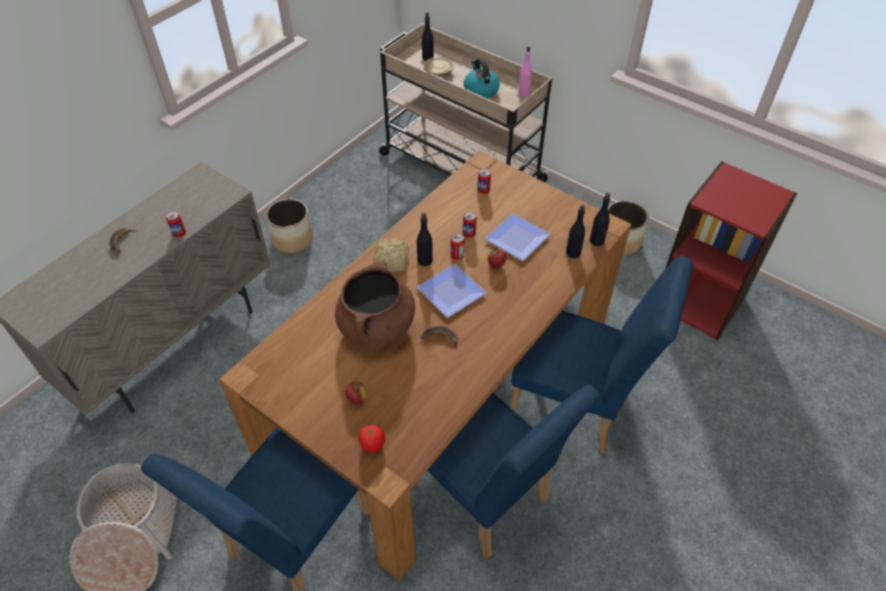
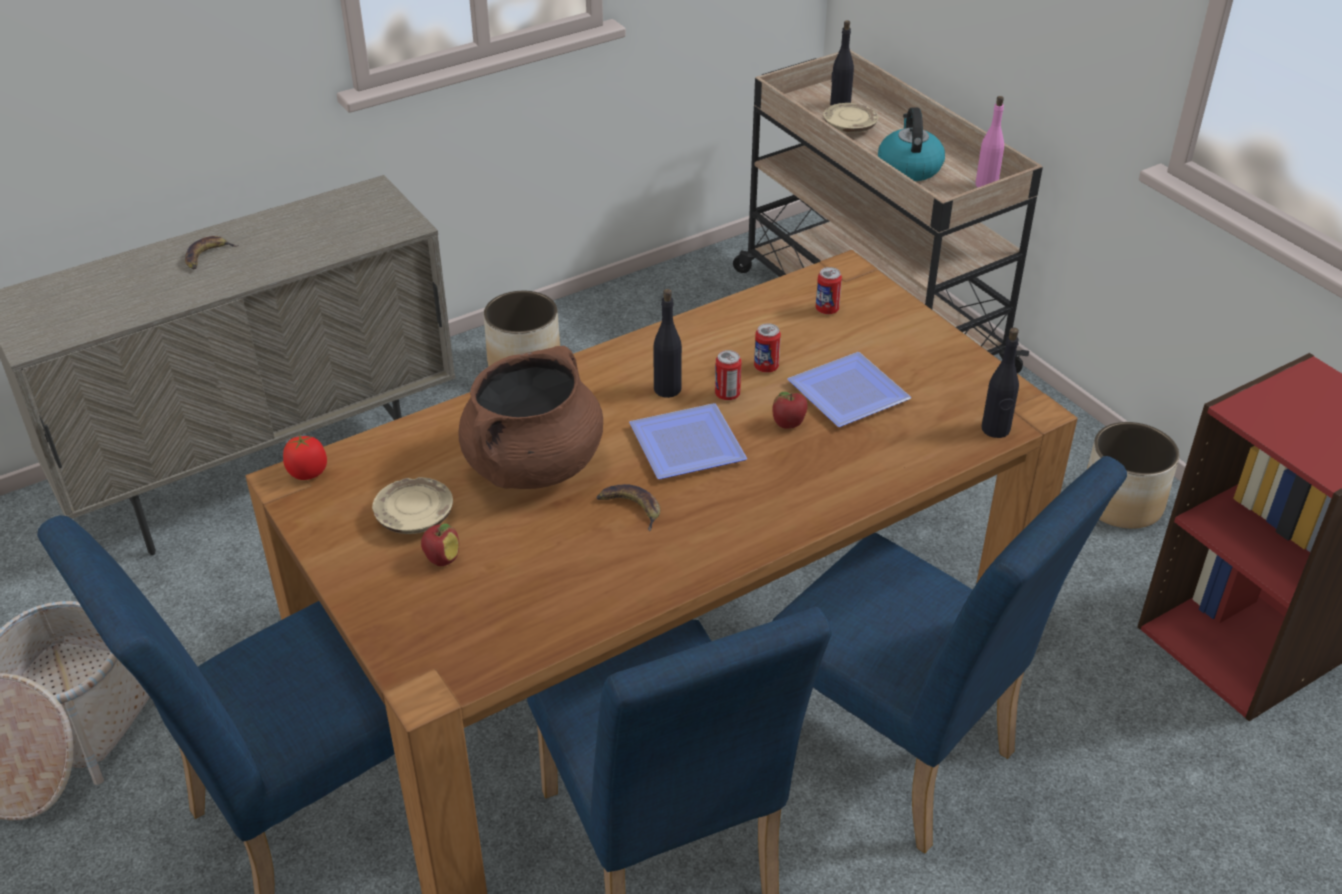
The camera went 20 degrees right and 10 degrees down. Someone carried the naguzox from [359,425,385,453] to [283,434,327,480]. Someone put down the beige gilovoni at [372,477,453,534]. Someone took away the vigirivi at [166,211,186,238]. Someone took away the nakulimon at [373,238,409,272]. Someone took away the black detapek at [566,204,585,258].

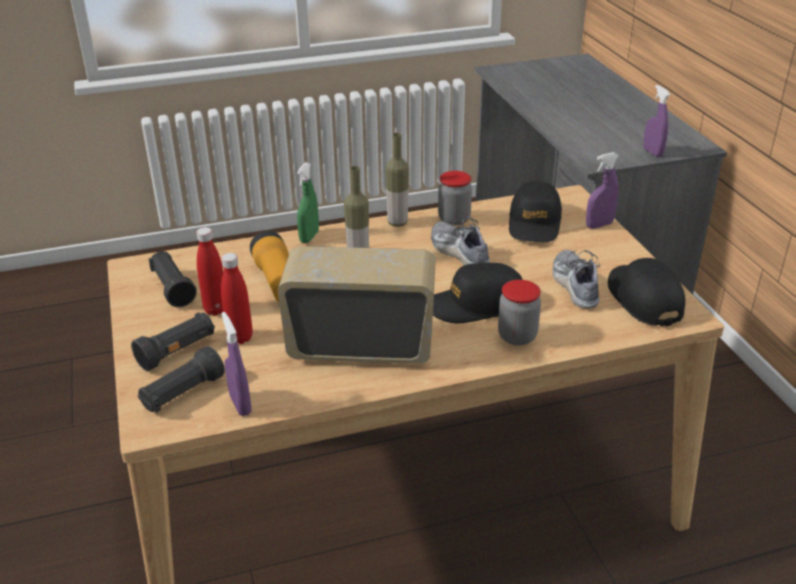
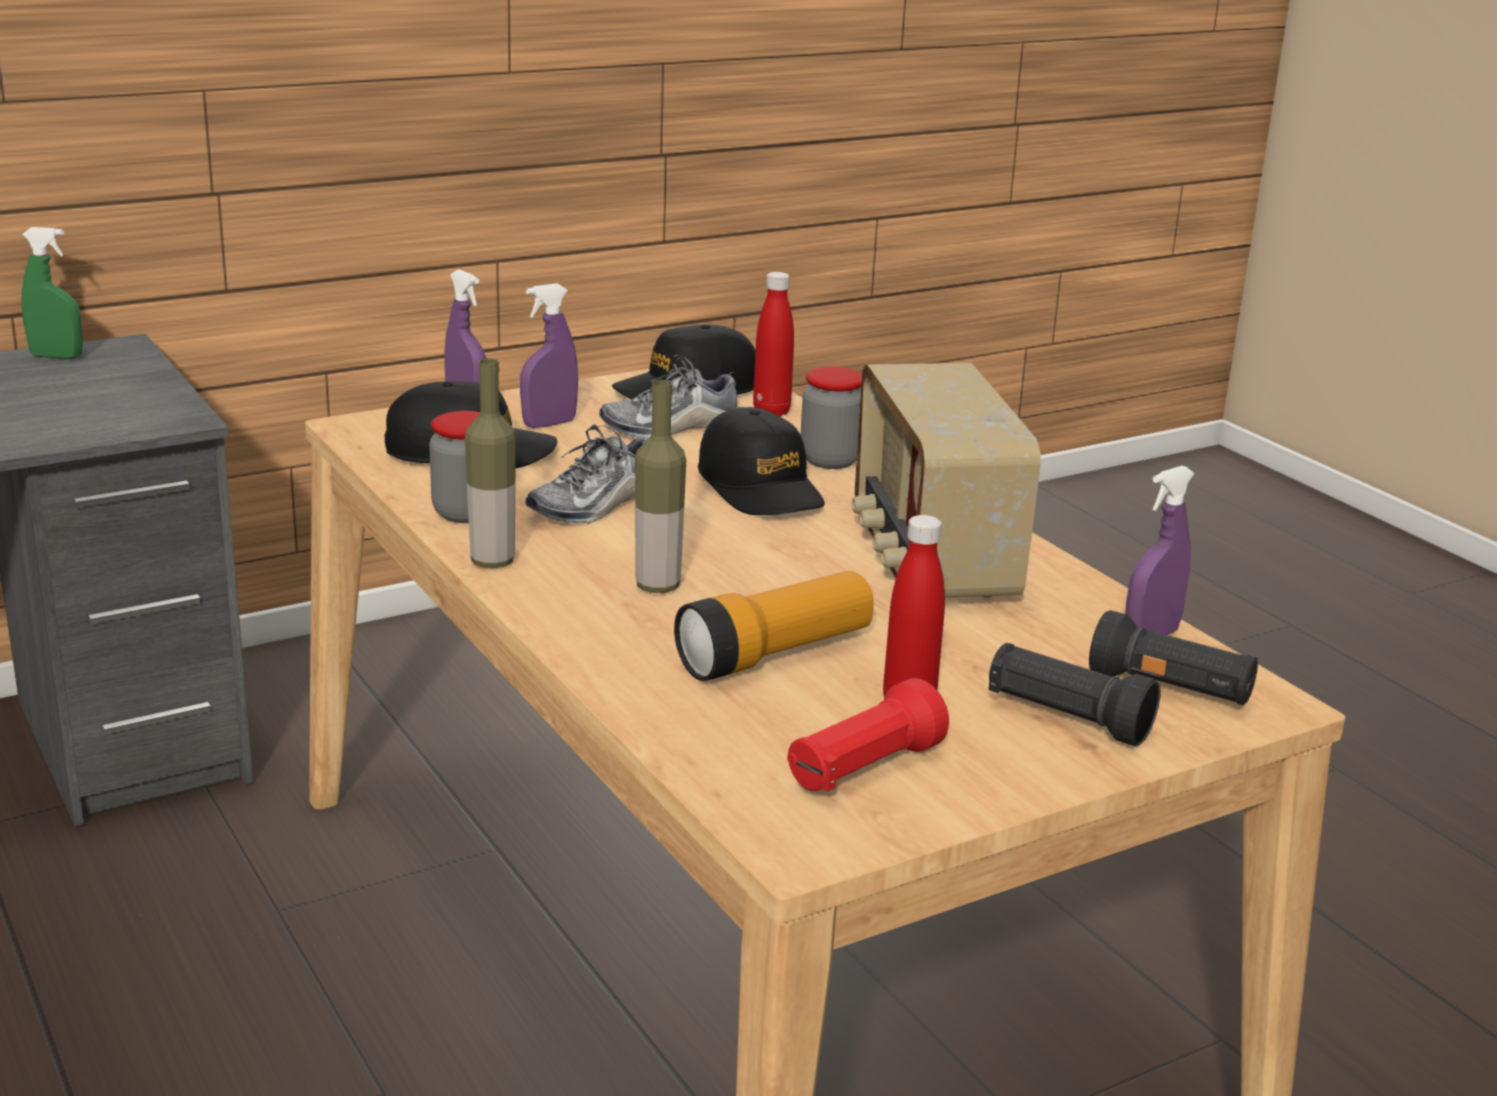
The camera went 105 degrees left and 10 degrees down. Someone carried the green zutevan from [297,162,319,243] to [22,227,83,359]. Someone carried the purple zutevan from [643,85,670,157] to [520,283,578,428]. Someone carried the red detapek from [221,253,253,344] to [753,272,794,416]. Someone repainted the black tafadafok at [148,251,197,307], which became the red tafadafok at [787,678,949,792].

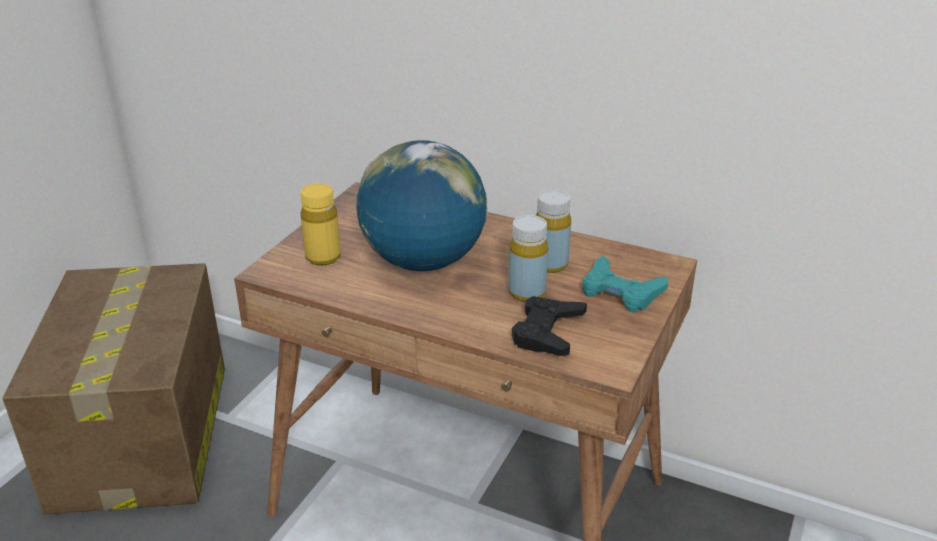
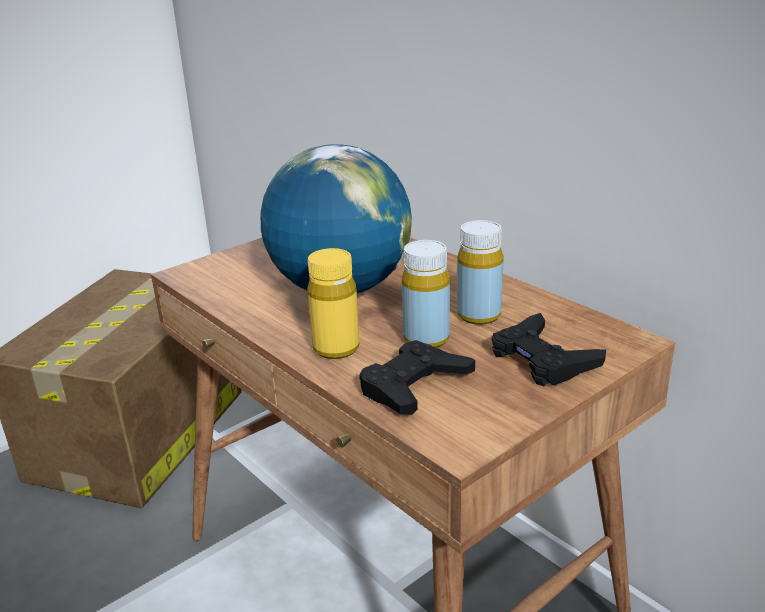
The camera went 25 degrees right and 5 degrees down. Someone carried the yellow detapek from [300,183,341,266] to [307,248,359,359]. Someone repainted the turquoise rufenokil at [582,255,668,313], which became the black rufenokil at [492,313,606,386].

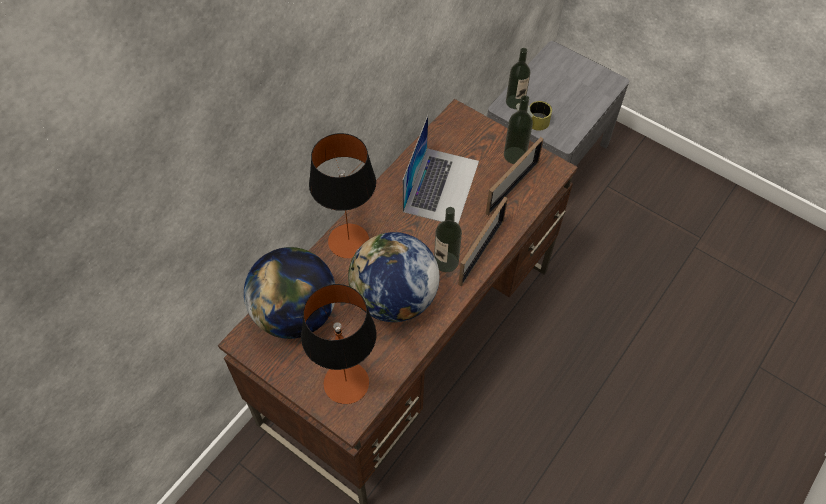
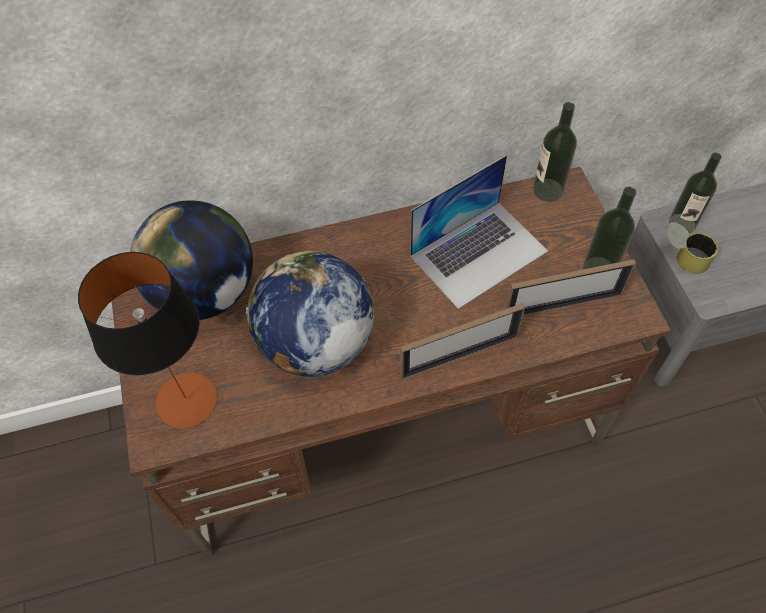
The camera went 40 degrees right and 0 degrees up. Someone carried the detapek from [434,207,462,272] to [533,102,577,202]. Someone took away the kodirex at [309,133,376,258].

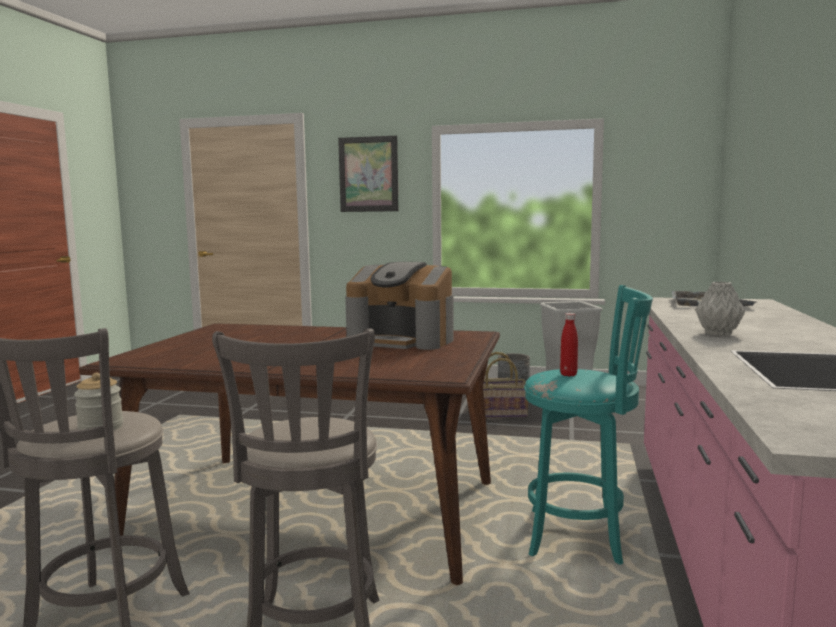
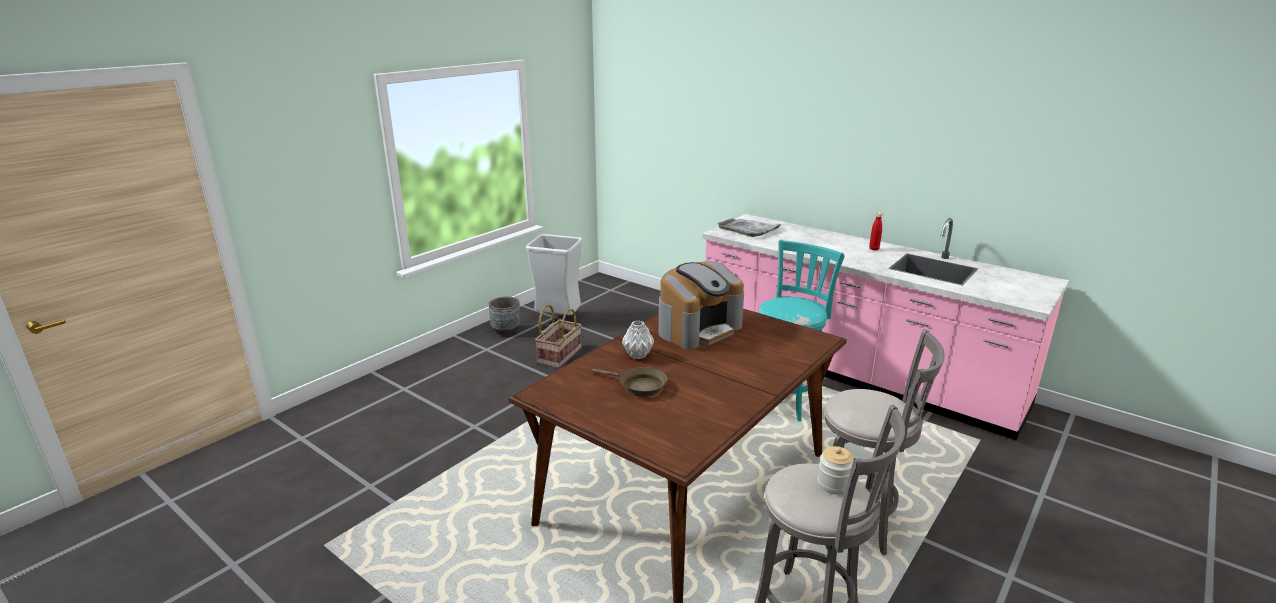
The camera went 65 degrees left and 15 degrees up. Someone put down the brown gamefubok at [592,367,667,397]. Someone carried the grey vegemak from [695,282,745,336] to [622,320,654,359]. Someone carried the red detapek from [560,313,578,377] to [869,212,882,250]. Someone took away the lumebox at [338,136,399,212].

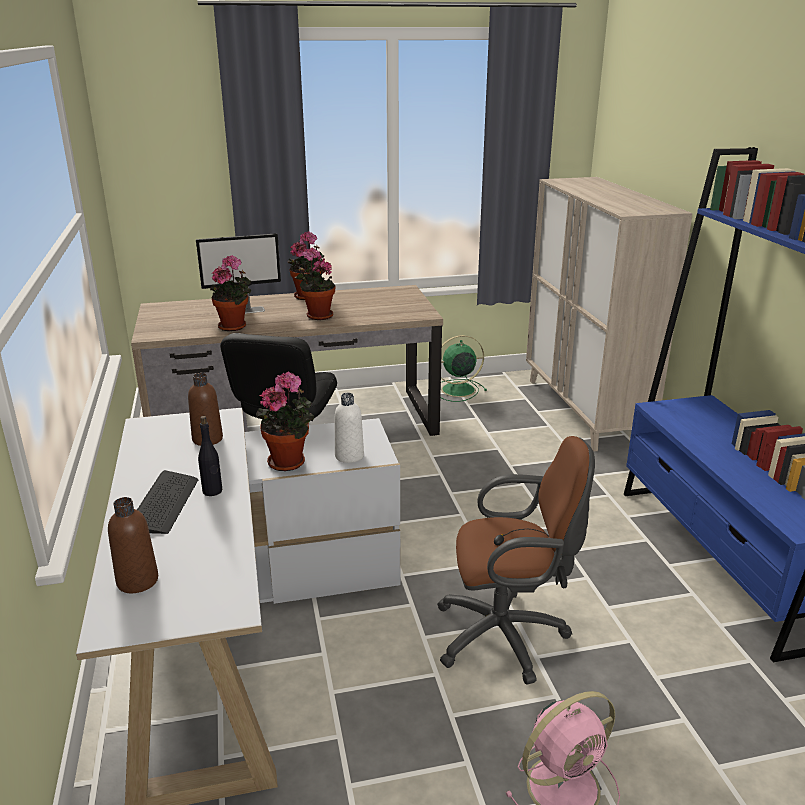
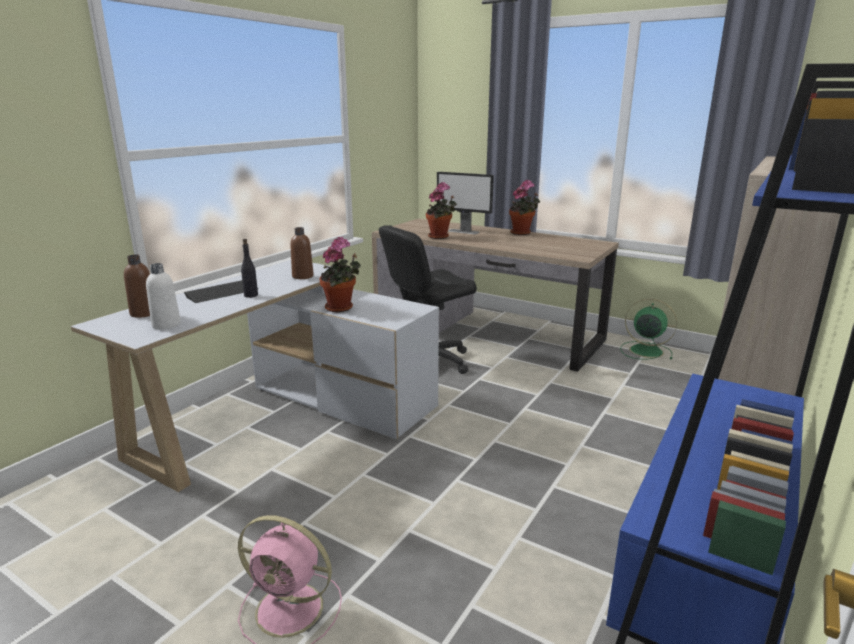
The camera went 45 degrees right and 5 degrees down. Someone carried the white detapek from [335,393,364,463] to [146,263,181,329]. Someone took away the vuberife at [295,247,336,320]. Someone took away the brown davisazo at [437,436,595,684].

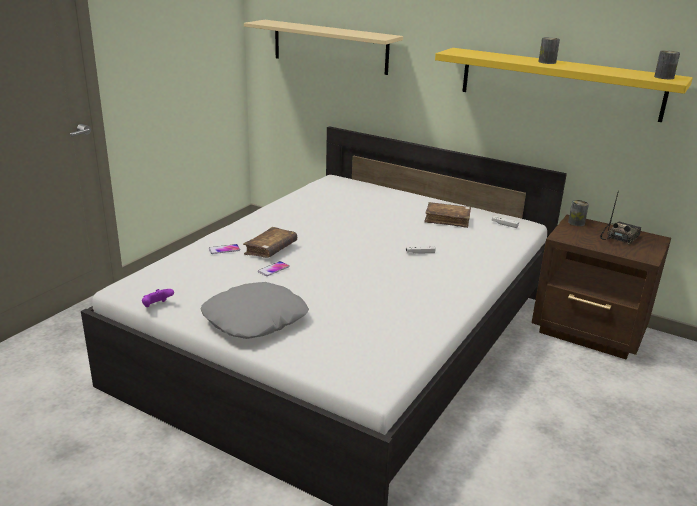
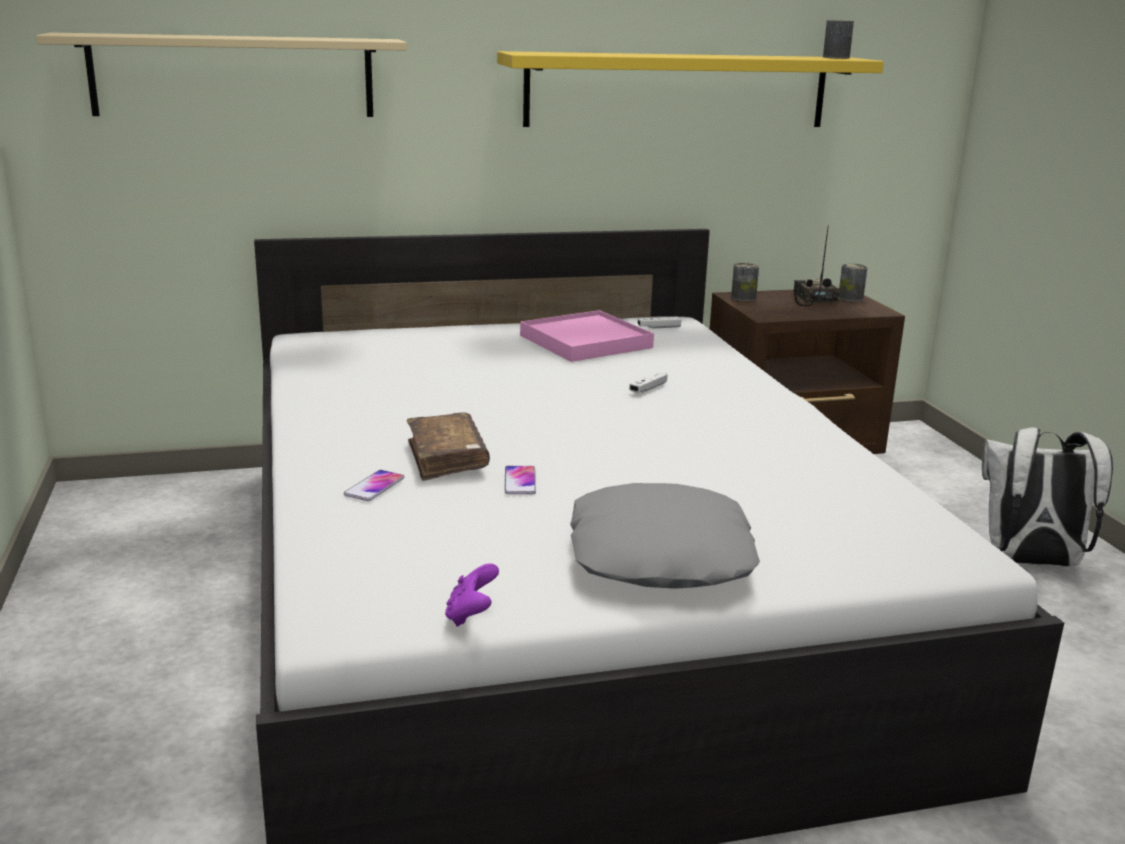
The camera went 45 degrees left and 5 degrees down. Someone swapped the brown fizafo at [424,202,471,228] for the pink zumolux at [520,310,654,362]. Someone carried the vigirivi from [538,37,560,64] to [839,264,867,302]. Someone put down the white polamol at [982,427,1113,567].

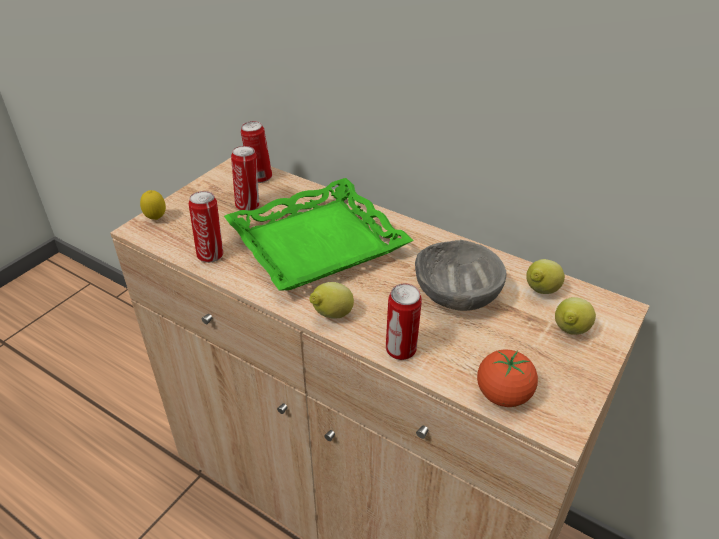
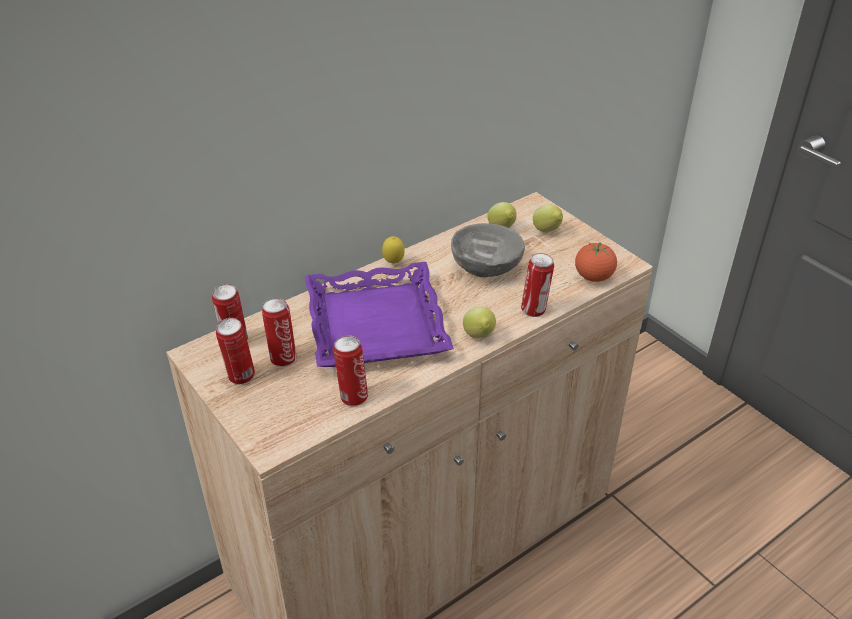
The camera went 70 degrees left and 0 degrees up. Someone put down the vigirivi at [216,318,255,385]. Someone repainted the green zumolux at [224,178,414,291], which became the purple zumolux at [305,262,454,367]. Someone carried the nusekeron from [140,190,166,220] to [382,236,405,264].

